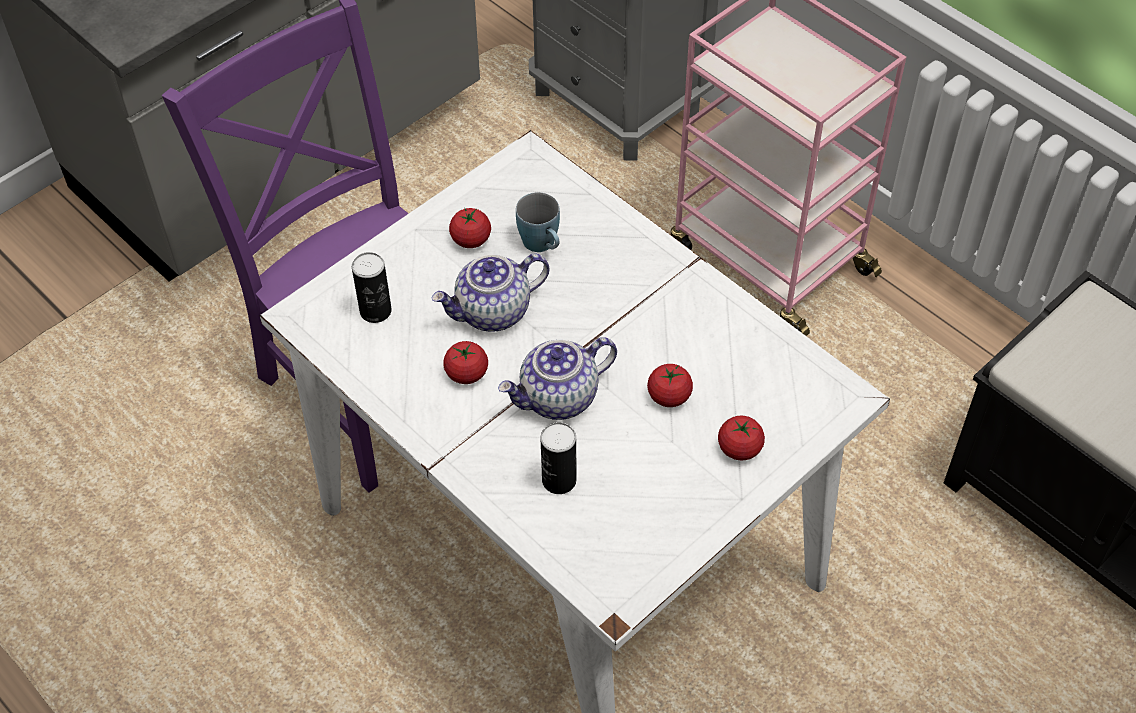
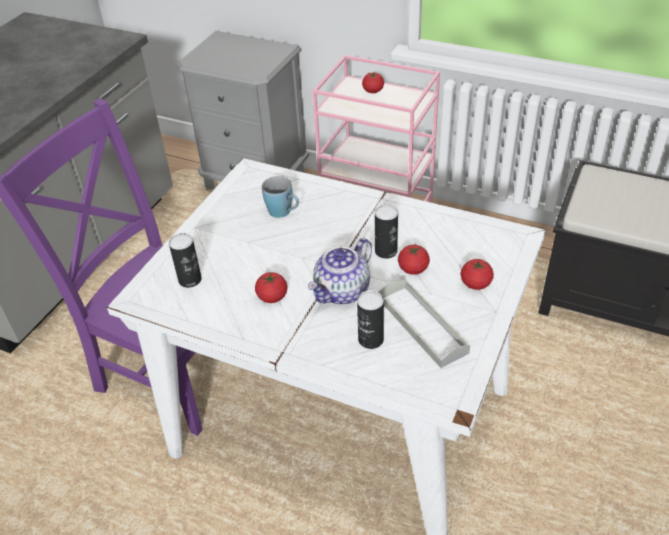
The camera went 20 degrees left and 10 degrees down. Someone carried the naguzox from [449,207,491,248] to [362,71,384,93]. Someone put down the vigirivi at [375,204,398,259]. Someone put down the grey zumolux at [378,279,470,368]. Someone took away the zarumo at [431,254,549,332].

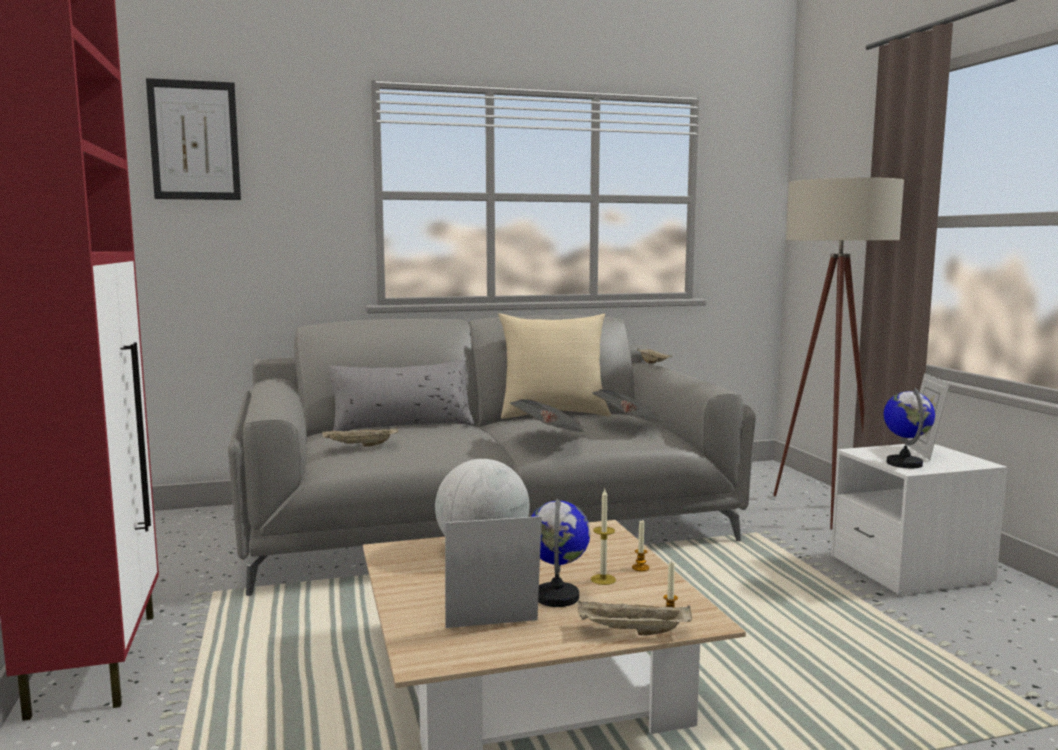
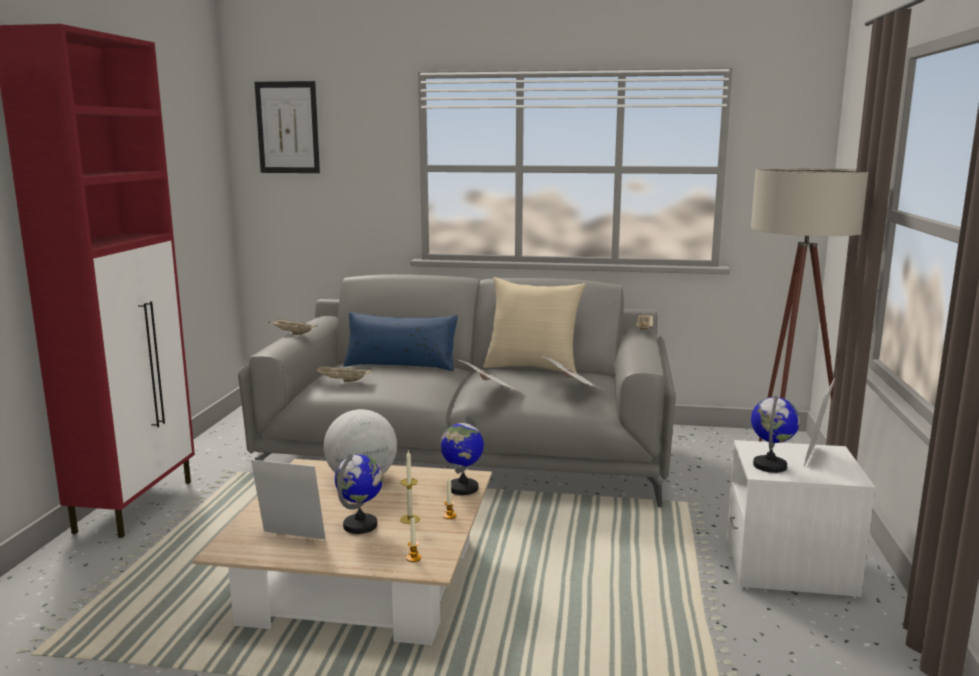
The camera went 25 degrees right and 5 degrees up. Someone carried the beige zumolux from [578,600,692,635] to [269,319,318,335]. Someone repainted the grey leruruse at [328,360,474,431], which became the blue leruruse at [343,312,458,371]. Someone put down the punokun at [440,416,484,495].

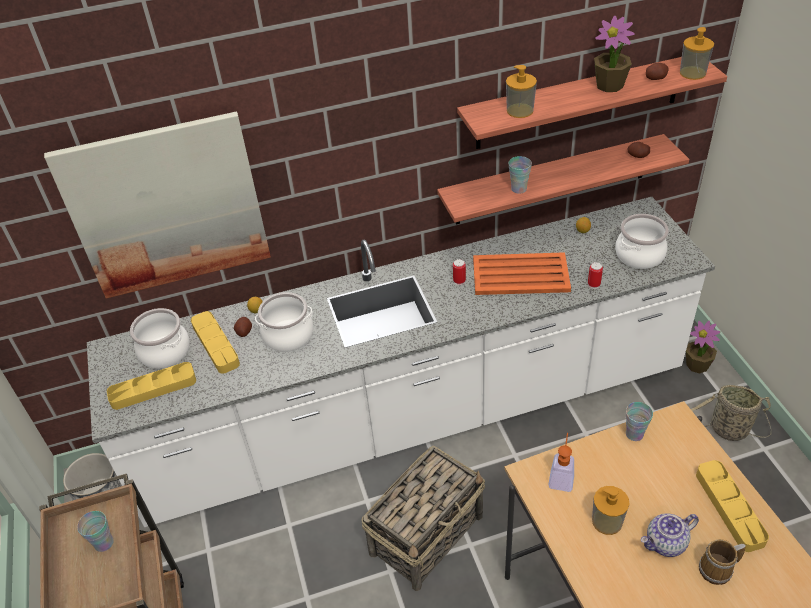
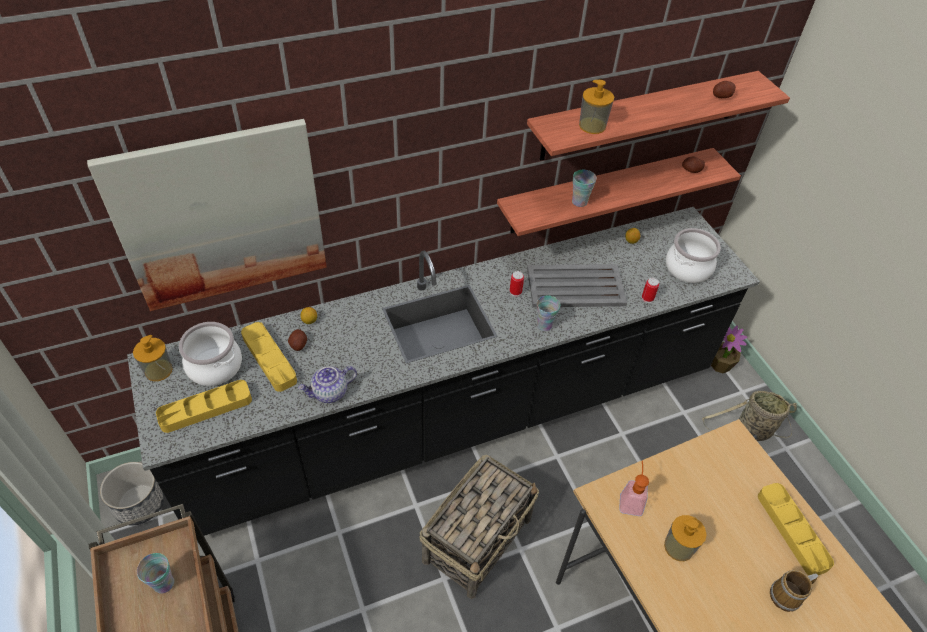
The camera went 10 degrees left and 5 degrees up. Someone repainted the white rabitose at [87,197,715,527], which became the black rabitose at [127,207,760,536]. Someone carried the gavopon from [680,27,714,80] to [133,335,173,381]. Someone carried the zarumo from [641,513,699,557] to [298,366,357,403]. Someone repainted the orange zumolux at [473,252,571,295], which became the grey zumolux at [527,264,627,307]. Someone carried the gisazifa from [626,402,653,441] to [537,295,560,331]. Someone took away the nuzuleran at [255,292,314,352]. Someone took away the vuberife at [594,16,635,92].

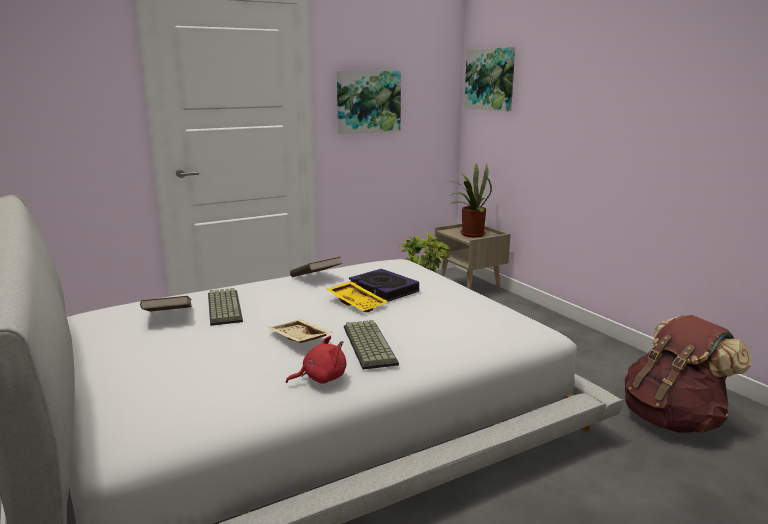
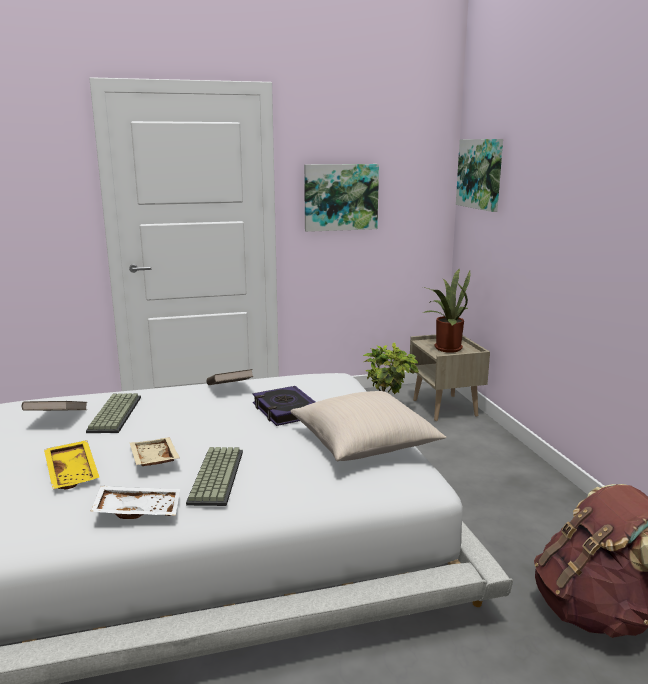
The camera went 15 degrees right and 0 degrees up. Someone carried the yellow zumolux from [326,281,388,312] to [44,440,99,489]. Someone swapped the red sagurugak at [286,336,346,384] for the white zumolux at [90,486,180,519]. Someone put down the beige leruruse at [291,391,447,461].

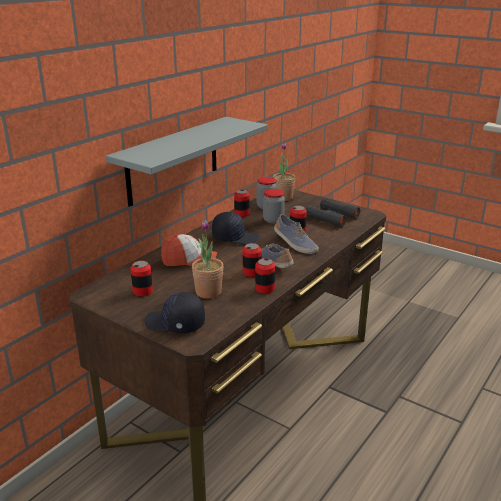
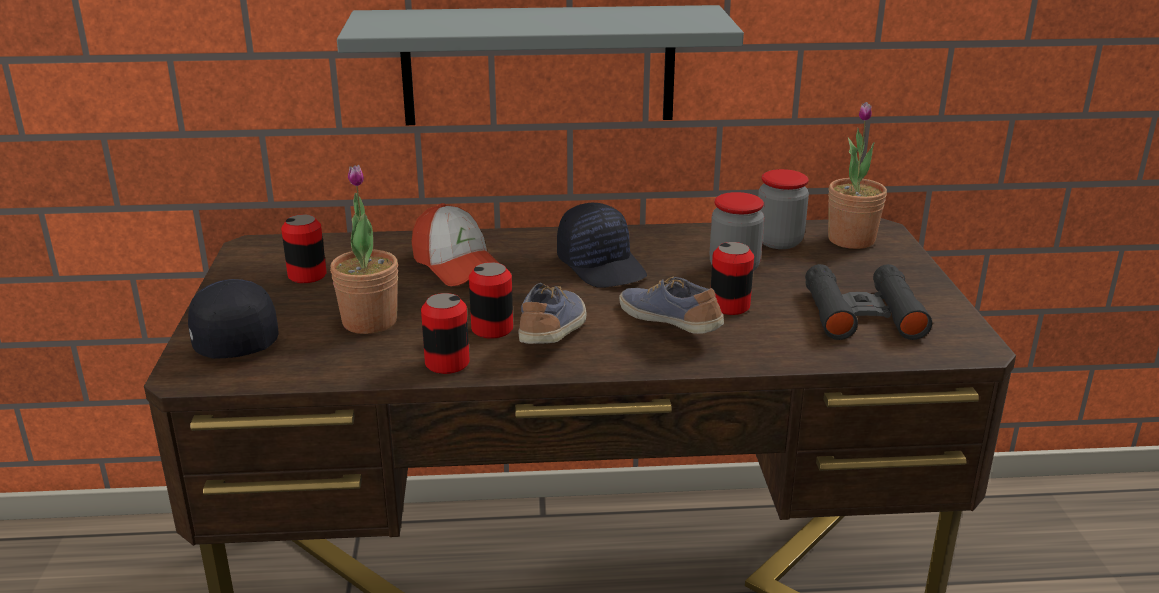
The camera went 50 degrees right and 0 degrees up. Someone rotated the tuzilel at [274,214,319,254] by 135 degrees clockwise. Someone took away the vigirivi at [234,190,250,217].

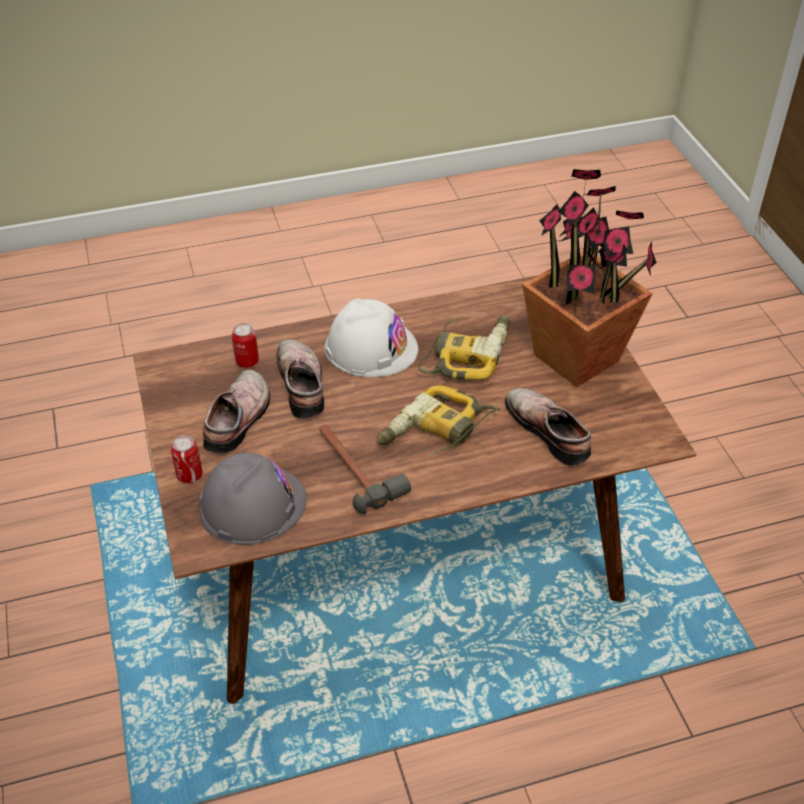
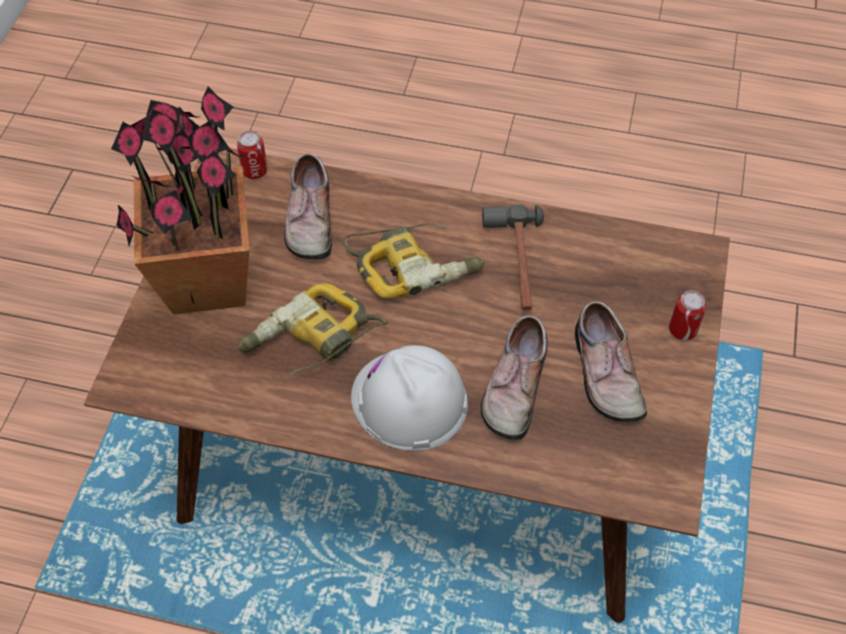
The camera went 150 degrees left and 10 degrees up. Someone carried the vigirivi from [232,323,259,368] to [237,131,268,179]. Someone rotated the tuzilel at [203,370,270,453] by 60 degrees counterclockwise. Someone took away the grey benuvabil at [199,453,307,545].

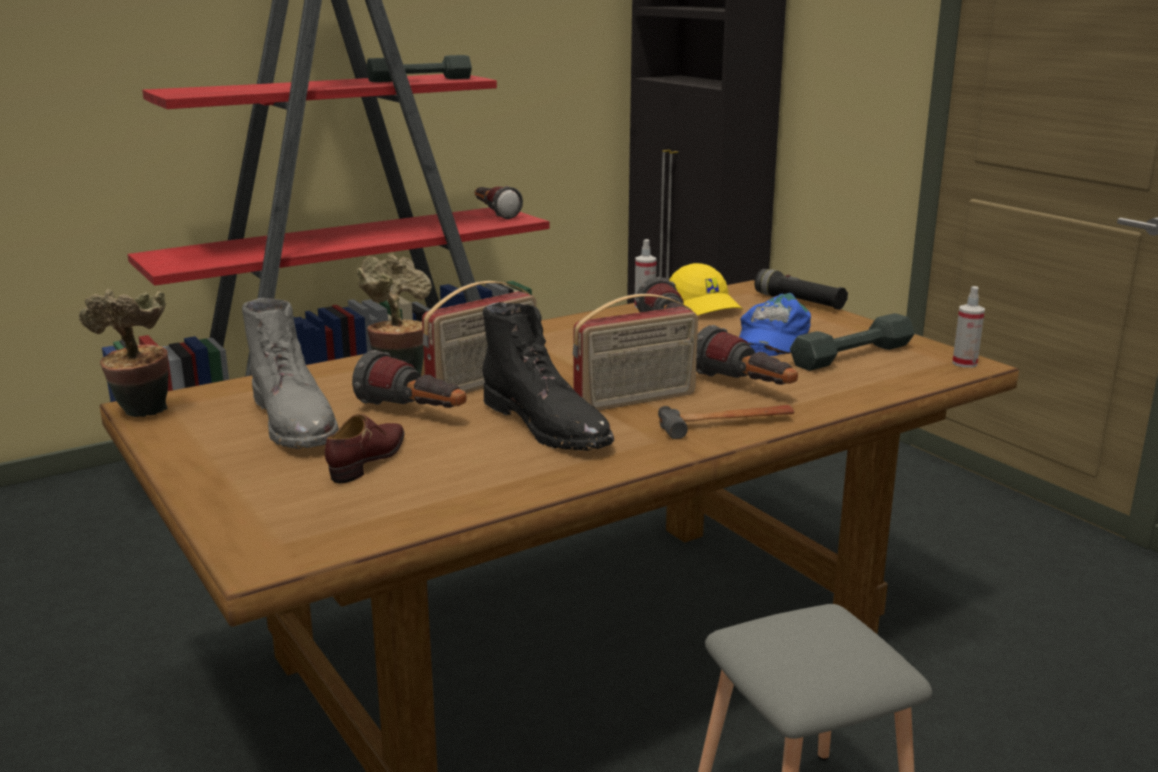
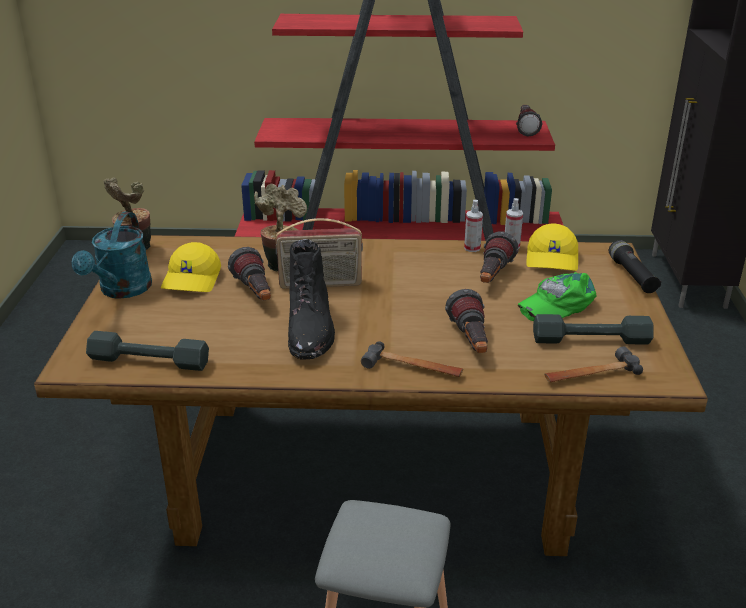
The camera went 35 degrees right and 10 degrees up. Someone put down the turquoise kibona at [72,212,152,299]. Someone carried the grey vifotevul from [366,55,472,82] to [86,331,209,371]. Someone swapped the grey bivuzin at [242,298,339,449] for the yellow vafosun at [161,242,221,292]. Someone carried the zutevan from [952,286,985,368] to [464,200,483,252]. Someone repainted the blue vafosun at [739,293,811,356], which became the green vafosun at [518,272,596,321]. Someone put down the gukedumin at [544,346,643,382]. Someone took away the brown tuzilel at [325,414,404,483]. Someone took away the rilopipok at [573,294,698,411].

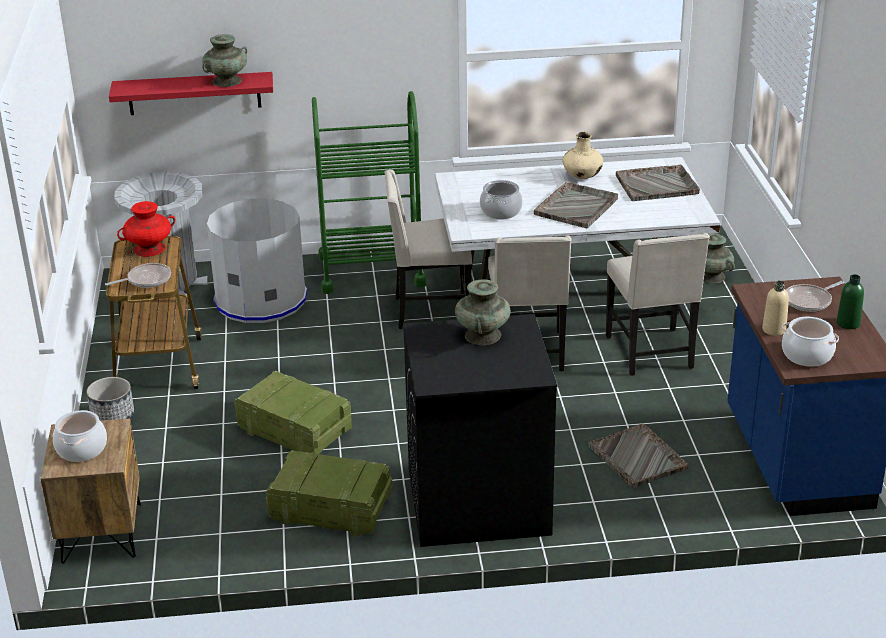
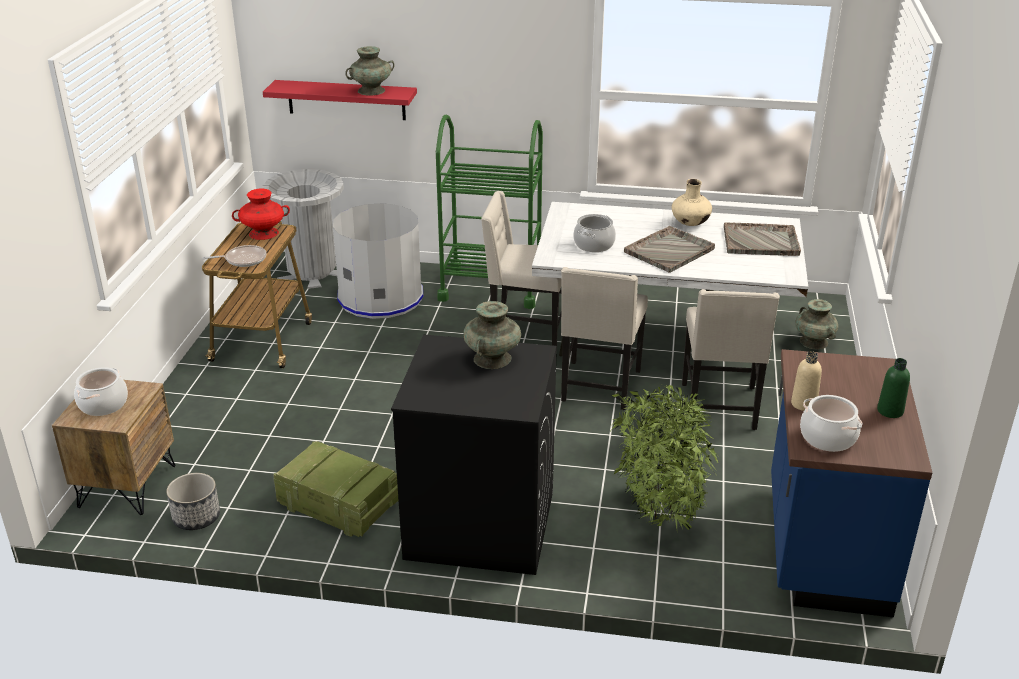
The camera went 15 degrees right and 0 degrees up. Someone carried the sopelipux from [86,377,134,421] to [166,473,220,530]. Someone swapped the grey zumolux at [589,423,689,488] for the vuberife at [611,384,718,530]. Someone took away the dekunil at [235,371,352,454]. Someone took away the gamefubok at [786,281,845,312].

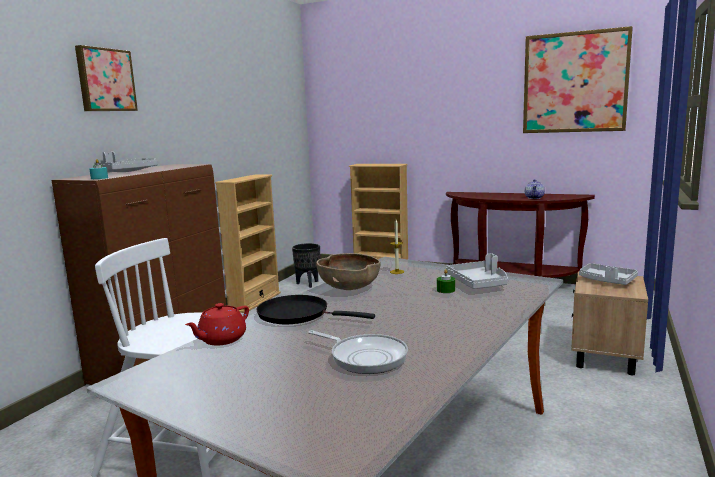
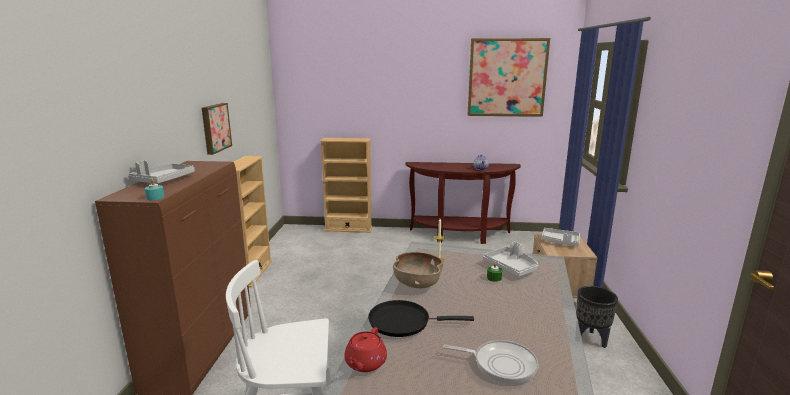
The camera went 20 degrees left and 5 degrees up. Someone carried the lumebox from [75,45,138,111] to [202,103,232,155]. Someone carried the black sopelipux from [292,243,320,288] to [576,286,618,348].

